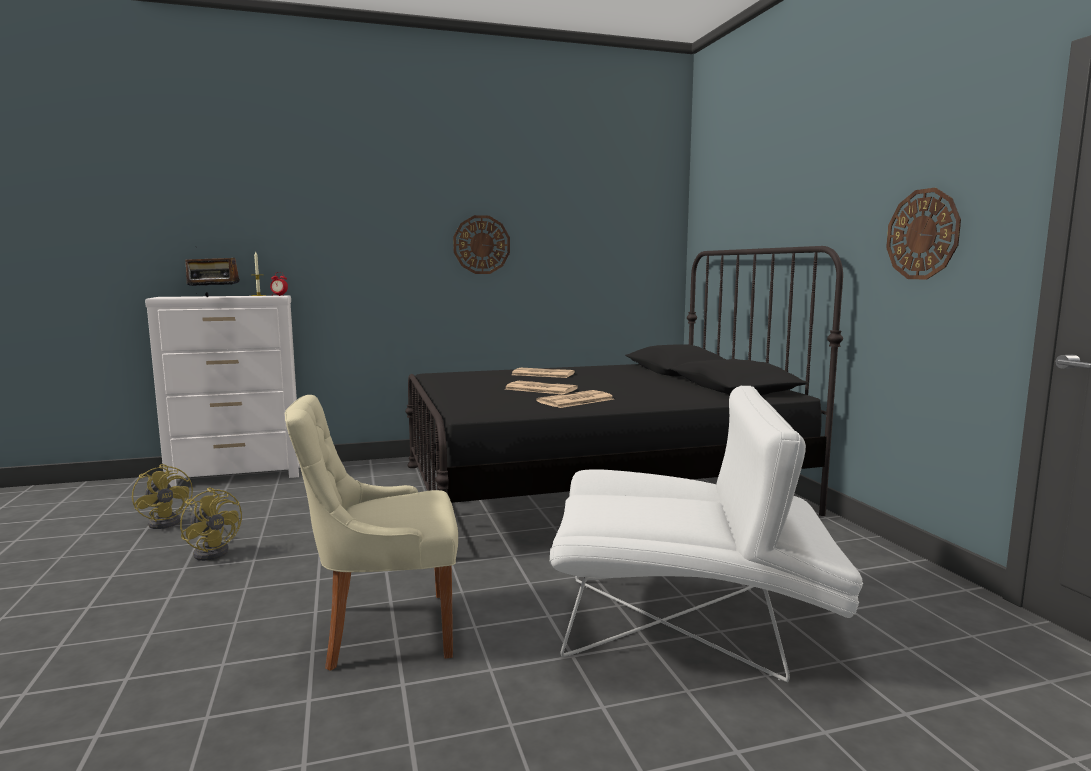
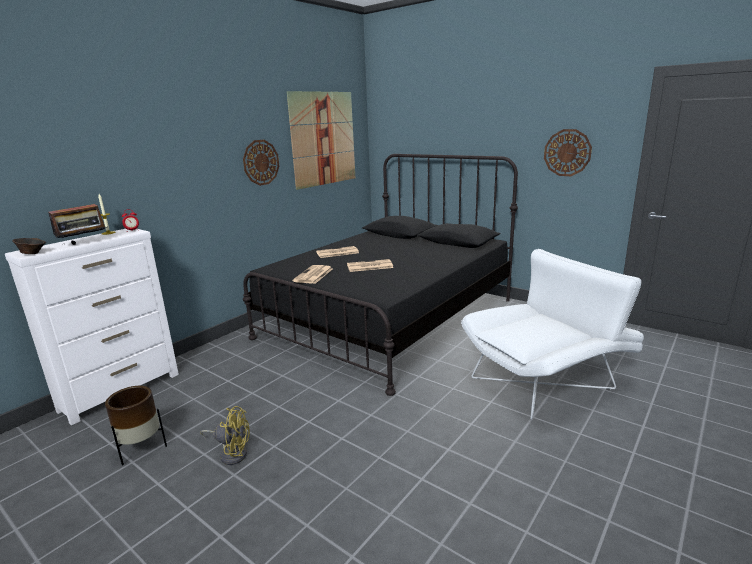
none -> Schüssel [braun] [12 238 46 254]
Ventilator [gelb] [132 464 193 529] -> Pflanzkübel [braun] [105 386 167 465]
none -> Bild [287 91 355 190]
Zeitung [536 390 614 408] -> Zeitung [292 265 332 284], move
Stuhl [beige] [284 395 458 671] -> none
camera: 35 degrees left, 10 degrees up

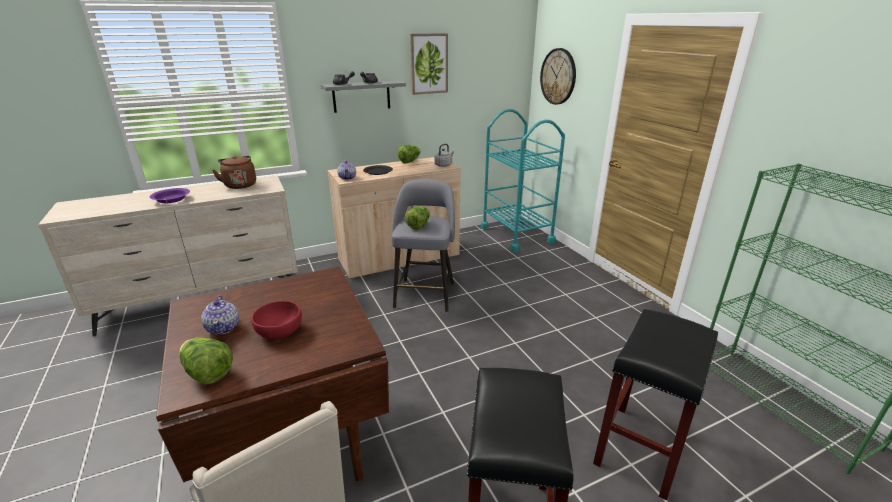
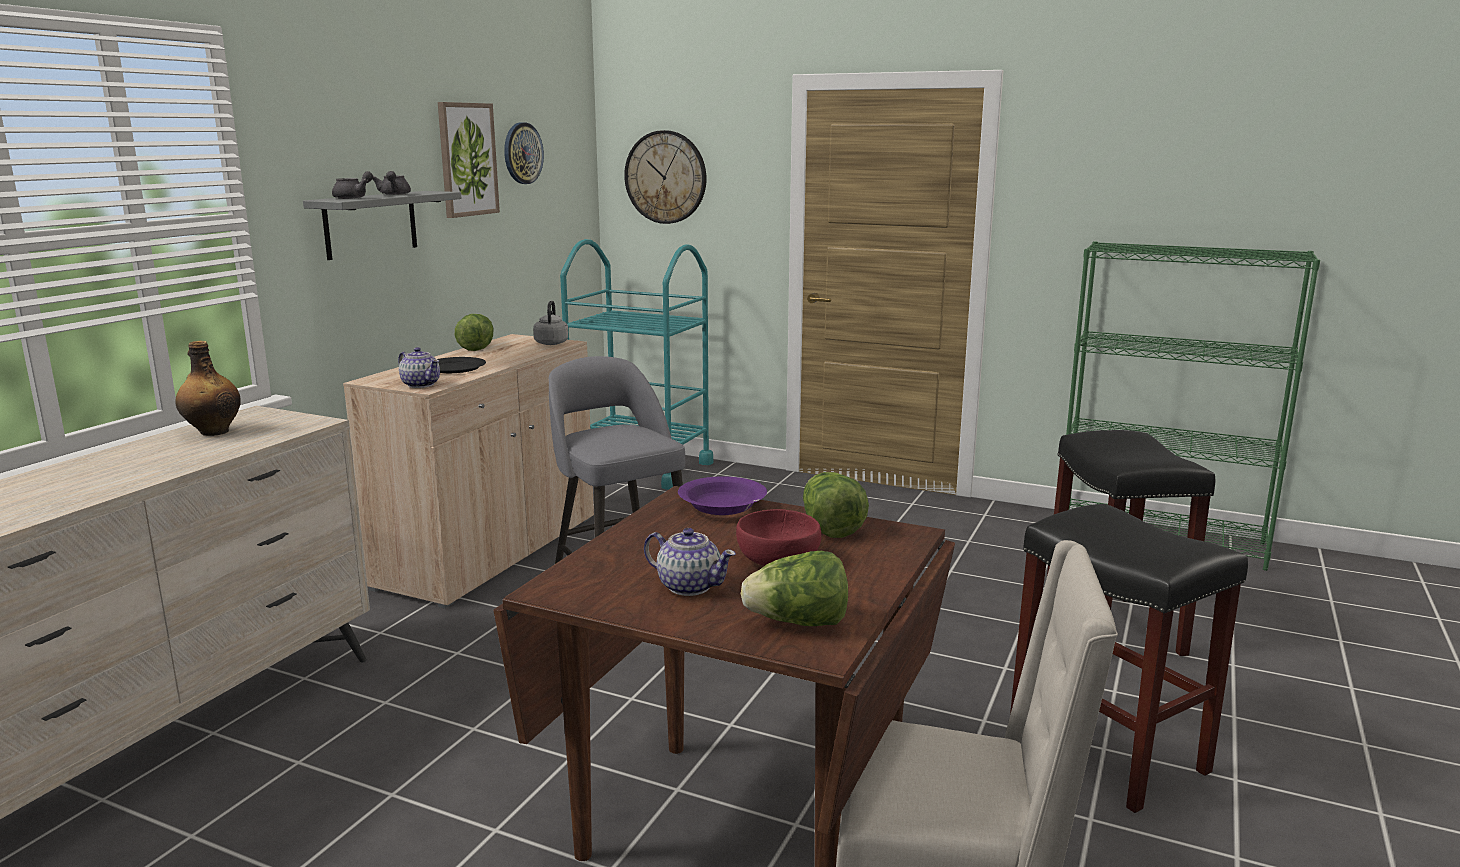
Wasserkessel [braun] [212 156 256 189] -> Flasche [175 341 241 436]
none -> Wanduhr [504 122 544 184]
Schüssel [lila] [150 188 190 203] -> Schüssel [lila] [678 476 767 515], move
Salatkopf [405 206 430 229] -> Salatkopf [803 472 869 538], move
camera: 40 degrees left, 10 degrees down

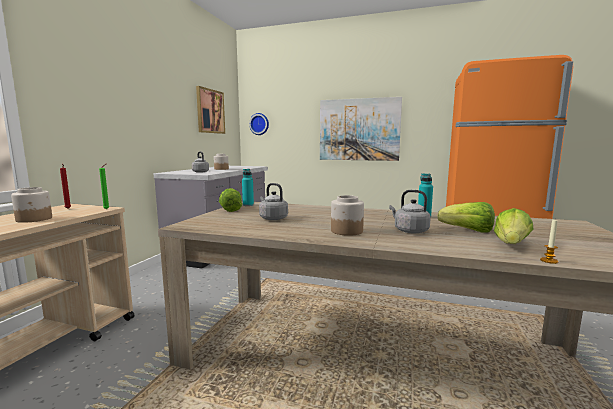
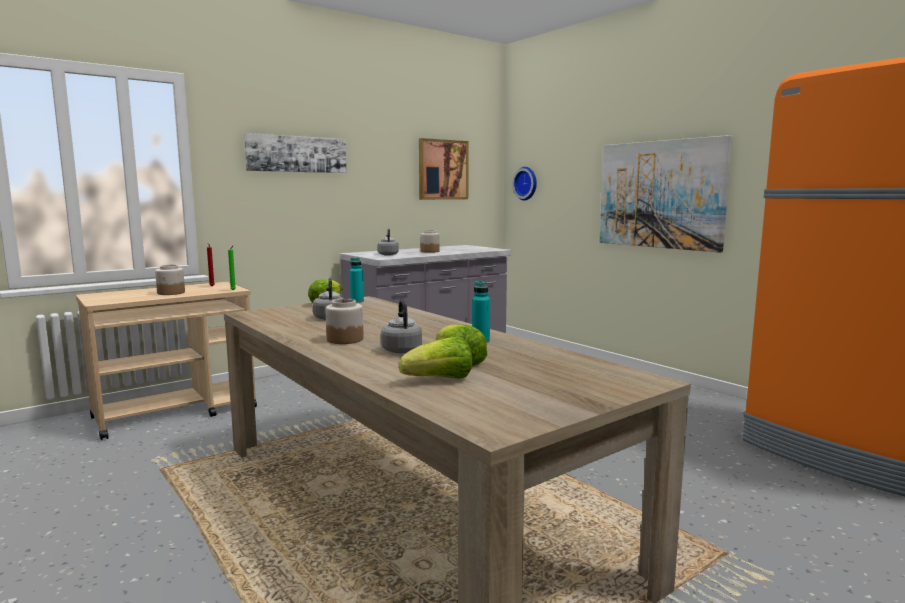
none -> Bild [244 133 346 173]
Kerze [540 219 558 264] -> none
camera: 35 degrees right, 0 degrees up

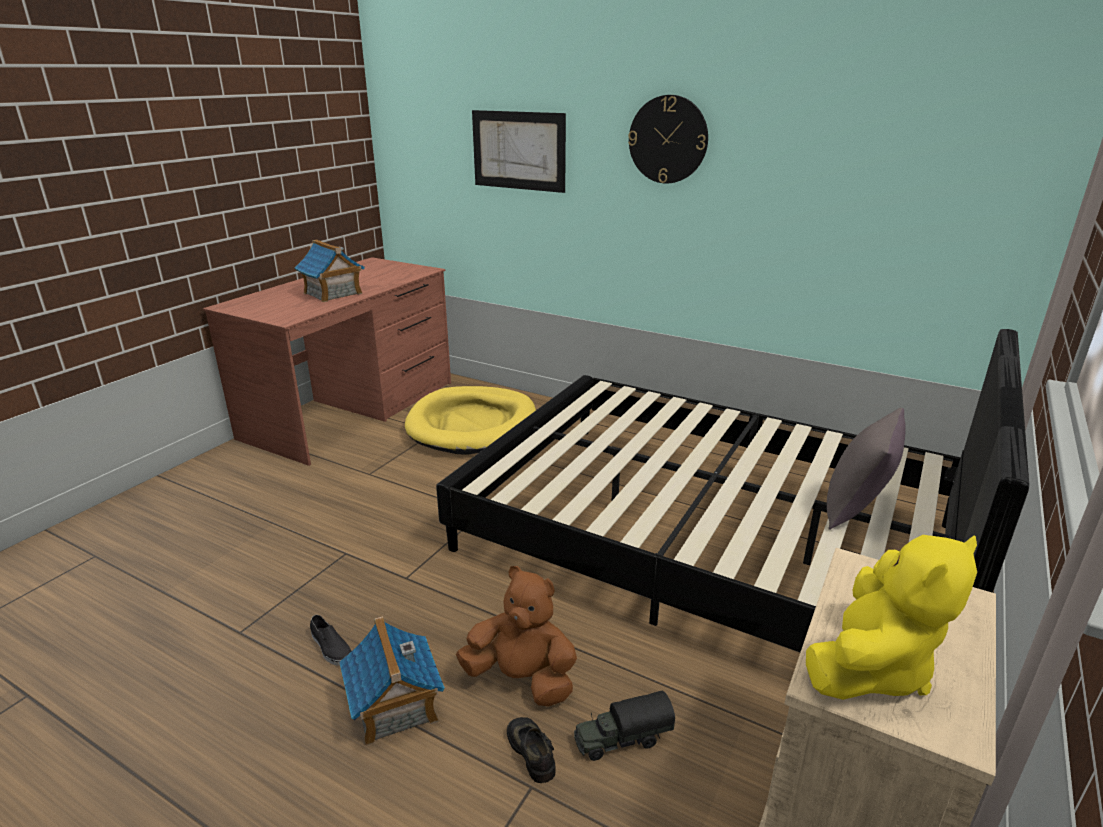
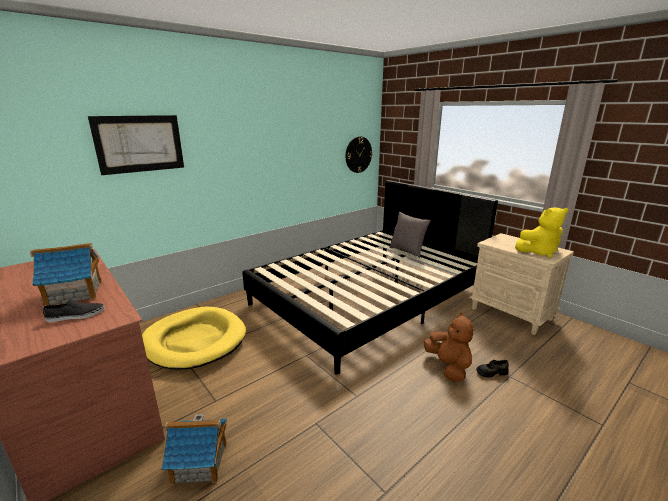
Schuh [schwarz] [310 615 352 666] -> Schuh [schwarz] [43 299 105 322], move
Spielzeughaus [339 616 445 746] -> Spielzeughaus [161 414 227 485], move
Wanduhr [628 95 708 183] -> Wanduhr [346 137 373 173], move
Plüschtier [braun] [456 566 577 706] -> Plüschtier [braun] [424 312 474 382], 120 degrees clockwise
Plüschtier [gelb] [806 535 977 700] -> Plüschtier [gelb] [515 207 568 258], 105 degrees clockwise
Spielzeuglaster [574 691 675 761] -> none
camera: 70 degrees left, 5 degrees down

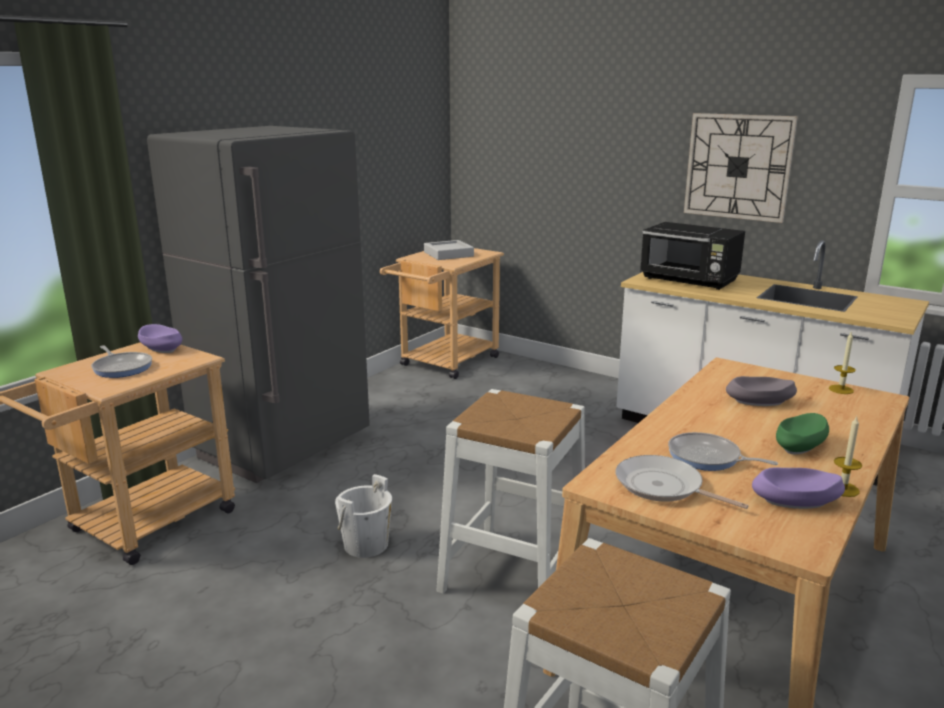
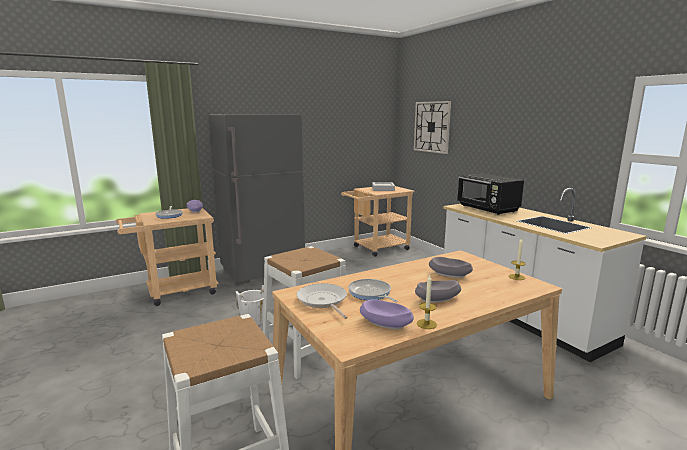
Wanduhr [684 113 798 223] -> Wanduhr [414 101 451 154], move
Schüssel [grün] [776 413 829 454] -> Schüssel [grau] [415 280 461 303]
camera: 25 degrees right, 5 degrees down

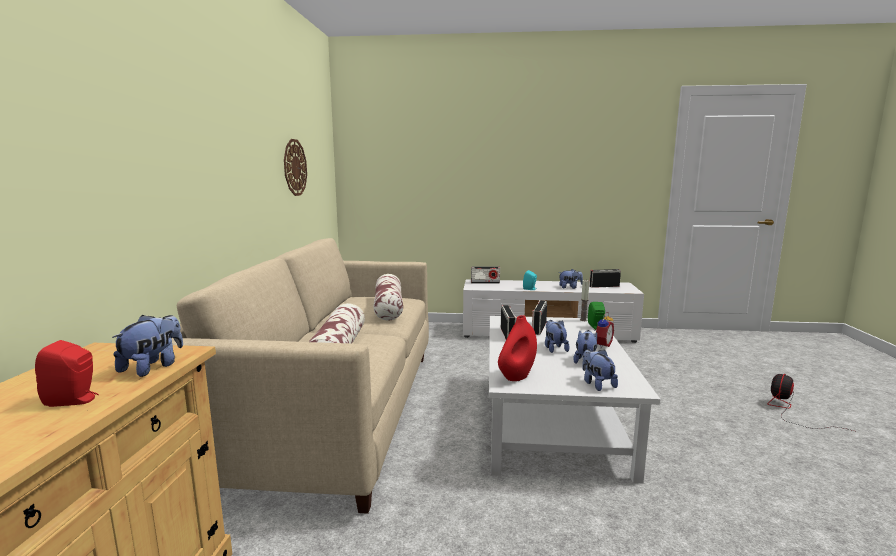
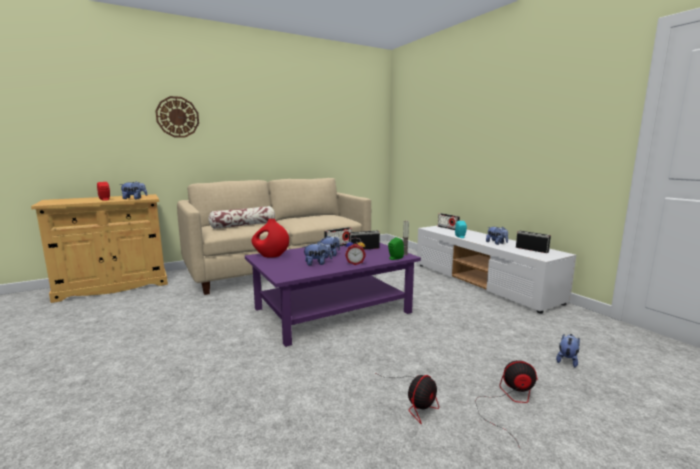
Wanduhr [284 139 307 196] -> Wanduhr [155 96 199 138], move
Couchtisch [weiß] [489 316 660 484] -> Couchtisch [lila] [245 243 421 347]
none -> Ventilator [382 375 439 424]
Plüschtier [582 349 618 391] -> Plüschtier [556 334 580 367], move
Kissen [373 274 403 321] -> none
camera: 55 degrees right, 0 degrees up

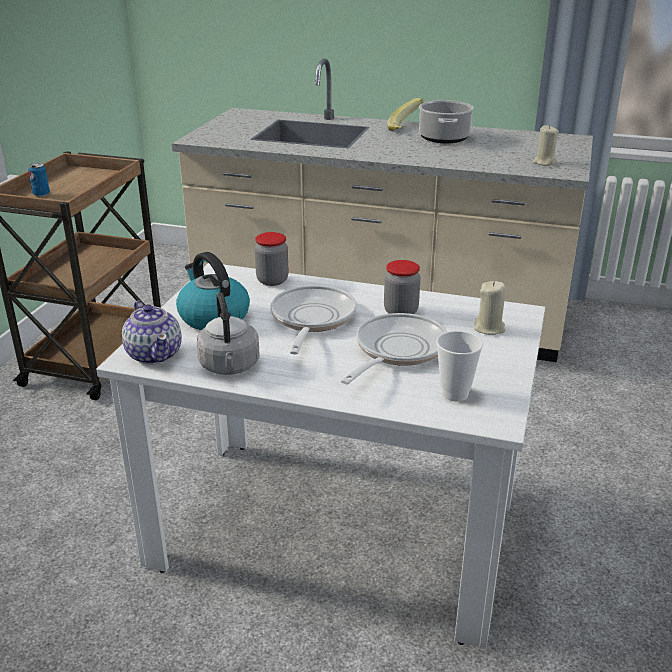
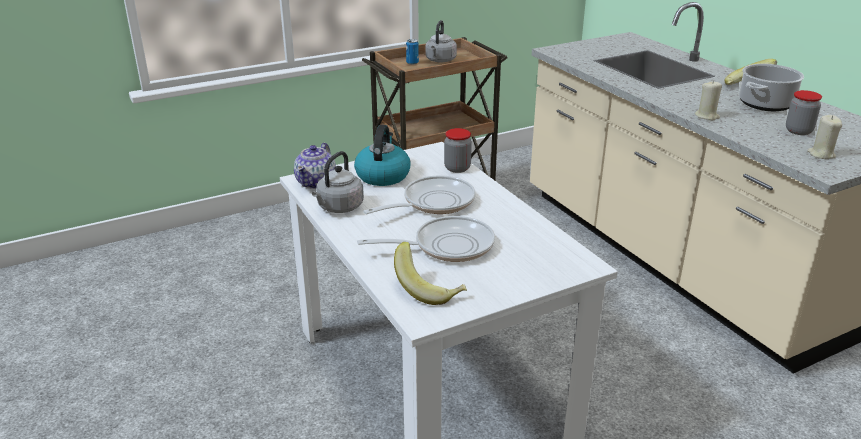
Tasse [436 331 483 401] -> Banane [394 242 467 305]
none -> Wasserkessel [grau] [425 20 457 63]
Kerze [beige] [474 281 506 335] -> Kerze [beige] [695 80 722 120], move
Vorratsglas [384 260 421 314] -> Vorratsglas [786 90 822 135], move
camera: 45 degrees right, 0 degrees up

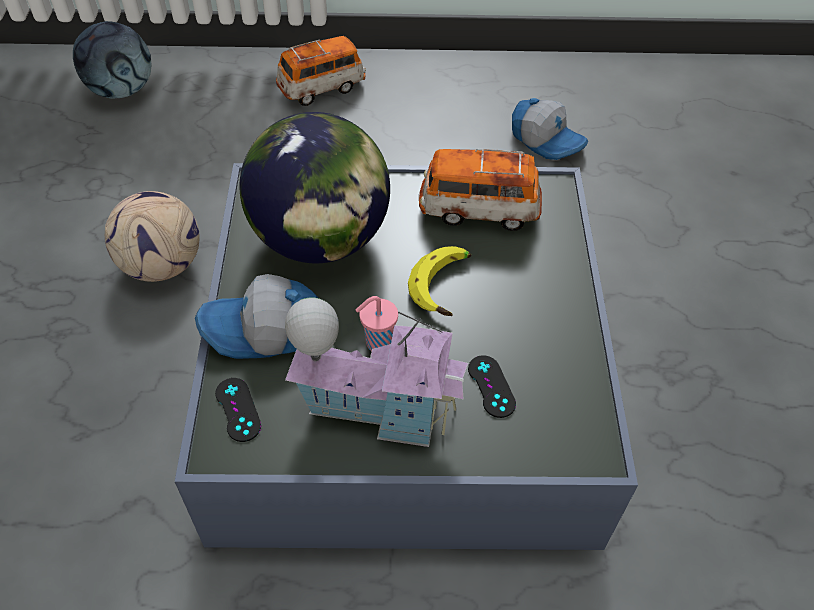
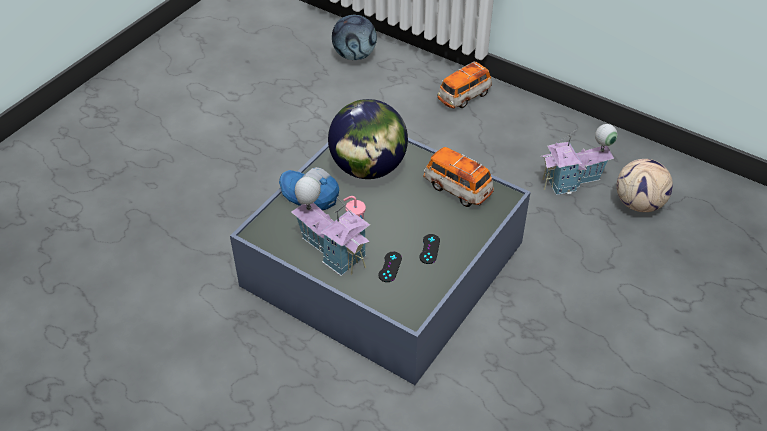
Gamepad [schwarz] [215 378 261 442] -> Gamepad [schwarz] [419 234 440 264], move
Spielzeugauto [276 36 366 106] -> Spielzeugauto [437 62 492 109], 135 degrees clockwise
Kappe [512 98 588 160] -> Spielzeughaus [540 124 617 195]
Fußball [105 191 200 282] -> Fußball [617 159 673 212], move
Banane [408 246 471 316] -> none
camera: 35 degrees right, 5 degrees down

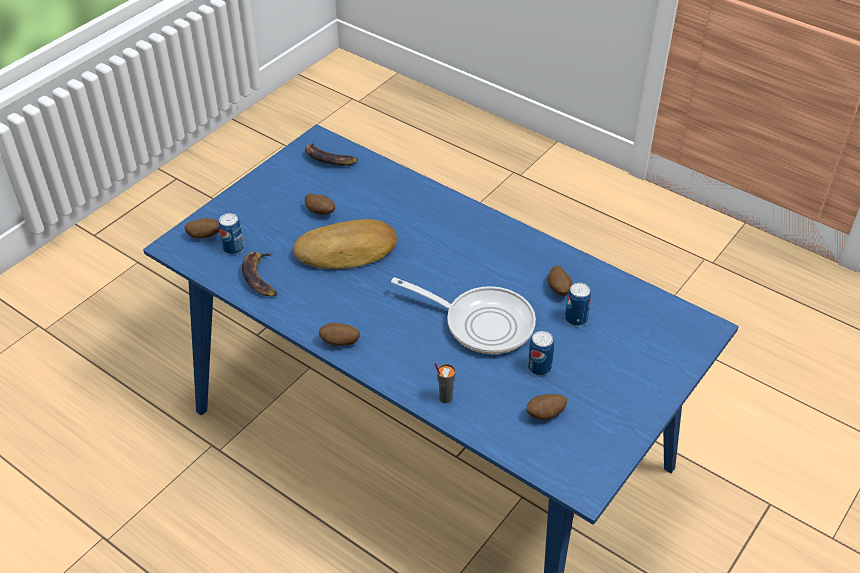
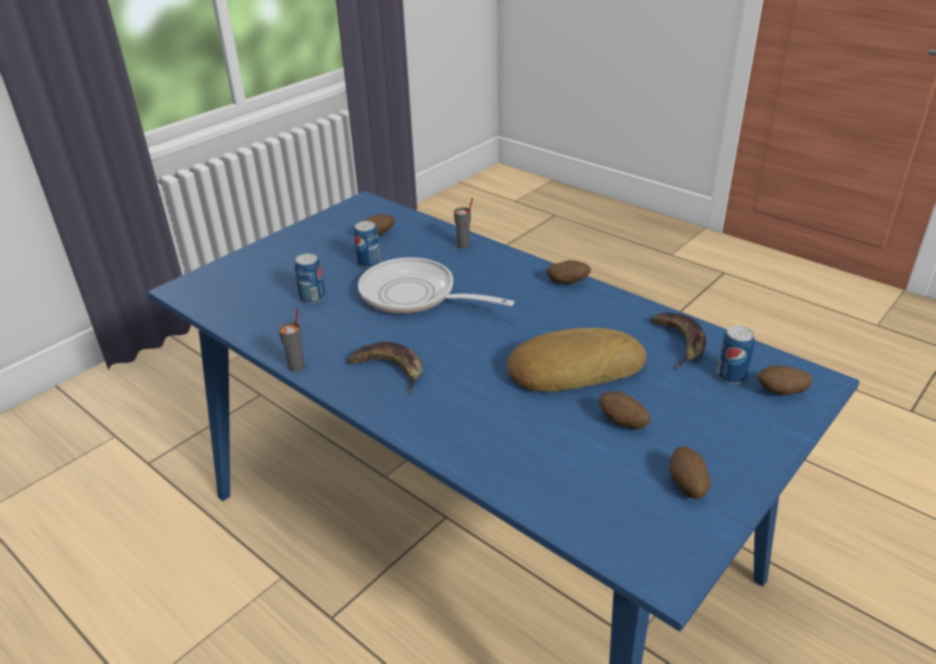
none -> Tasse [grau] [278 308 304 372]
Banane [305 142 358 165] -> Banane [348 342 422 394], move
Kartoffel [548 266 573 295] -> Kartoffel [670 446 710 499], move
camera: 175 degrees left, 10 degrees down

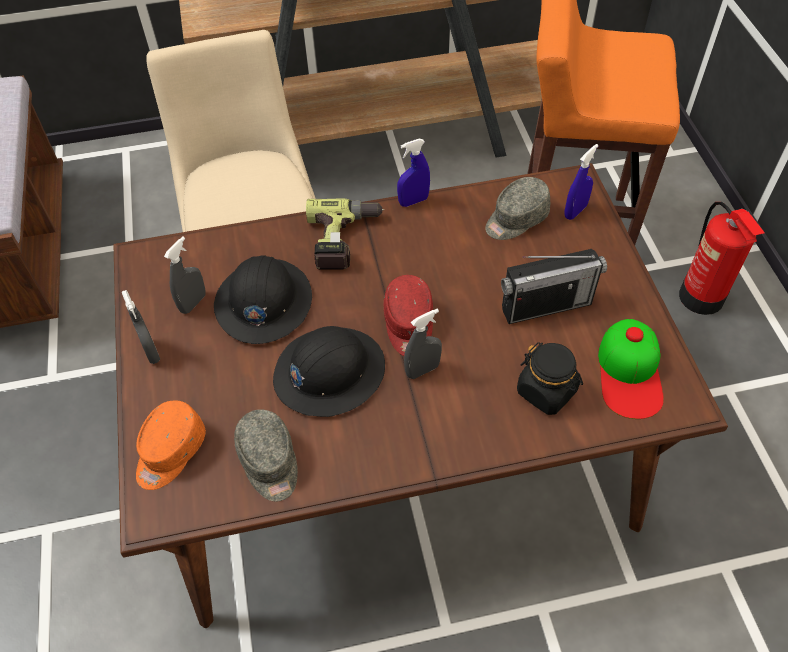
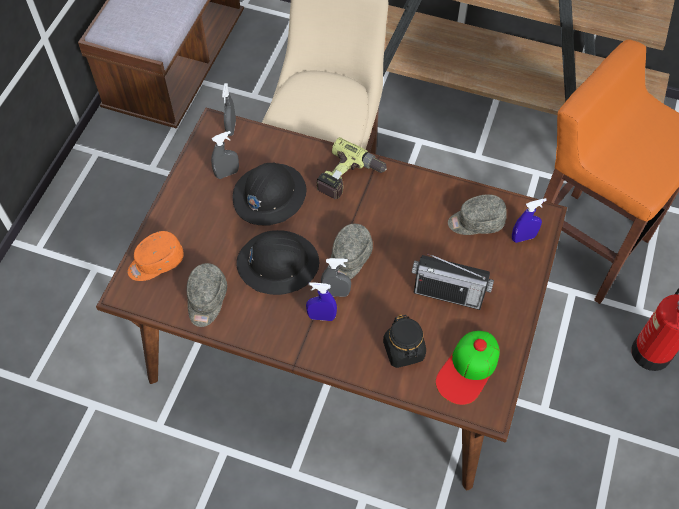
Sprühflasche [grau] [122 290 160 364] -> Sprühflasche [grau] [222 83 236 136], move
Sprühflasche [blau] [397 139 430 207] -> Sprühflasche [blau] [306 282 337 321], move
Kappe [rot] [384 275 433 356] -> Kappe [grau] [331 224 373 279]
camera: 30 degrees right, 5 degrees up

